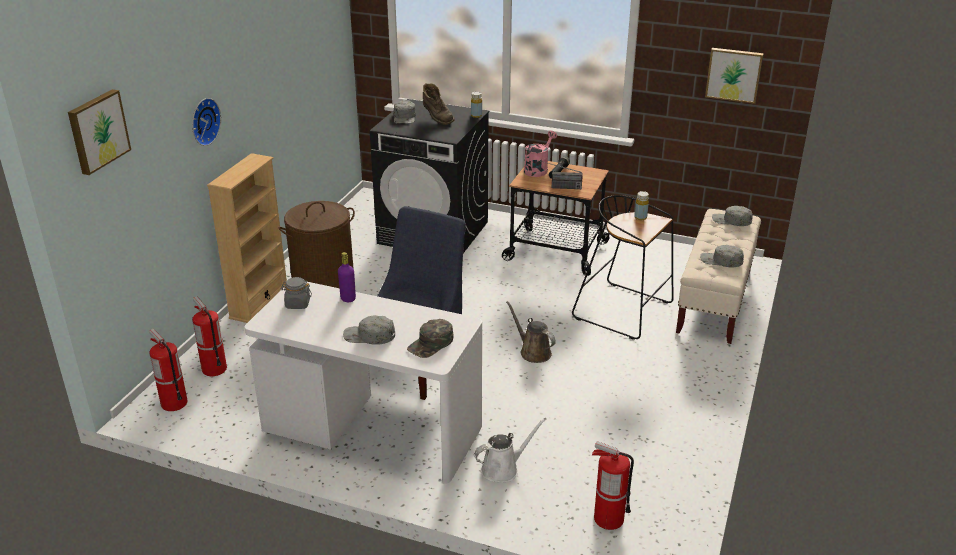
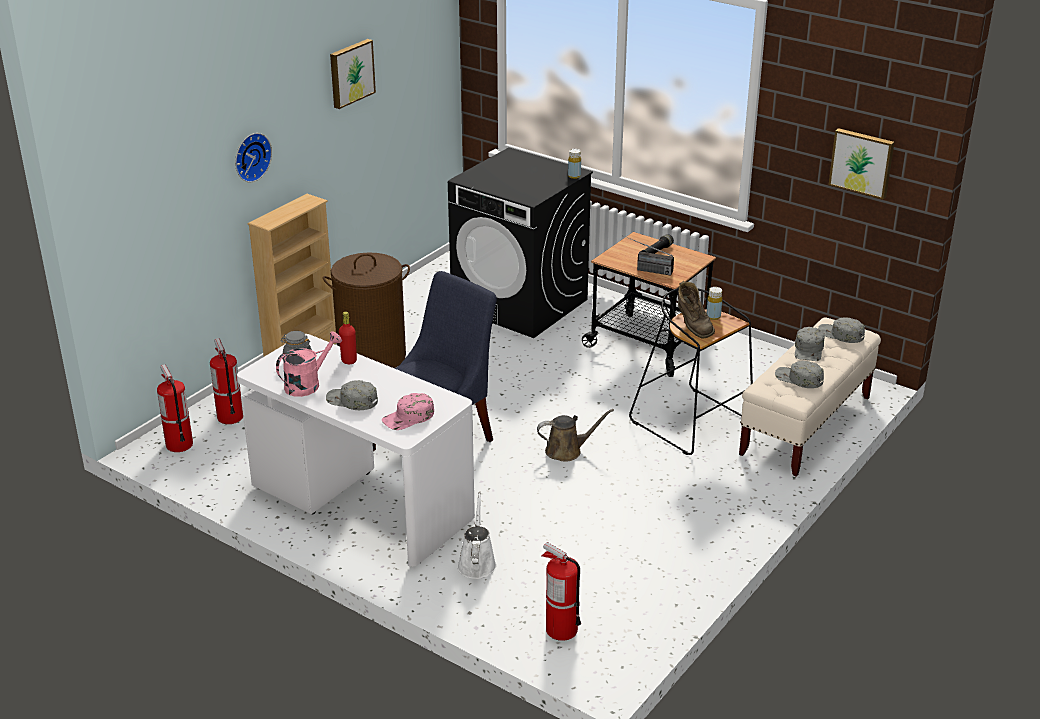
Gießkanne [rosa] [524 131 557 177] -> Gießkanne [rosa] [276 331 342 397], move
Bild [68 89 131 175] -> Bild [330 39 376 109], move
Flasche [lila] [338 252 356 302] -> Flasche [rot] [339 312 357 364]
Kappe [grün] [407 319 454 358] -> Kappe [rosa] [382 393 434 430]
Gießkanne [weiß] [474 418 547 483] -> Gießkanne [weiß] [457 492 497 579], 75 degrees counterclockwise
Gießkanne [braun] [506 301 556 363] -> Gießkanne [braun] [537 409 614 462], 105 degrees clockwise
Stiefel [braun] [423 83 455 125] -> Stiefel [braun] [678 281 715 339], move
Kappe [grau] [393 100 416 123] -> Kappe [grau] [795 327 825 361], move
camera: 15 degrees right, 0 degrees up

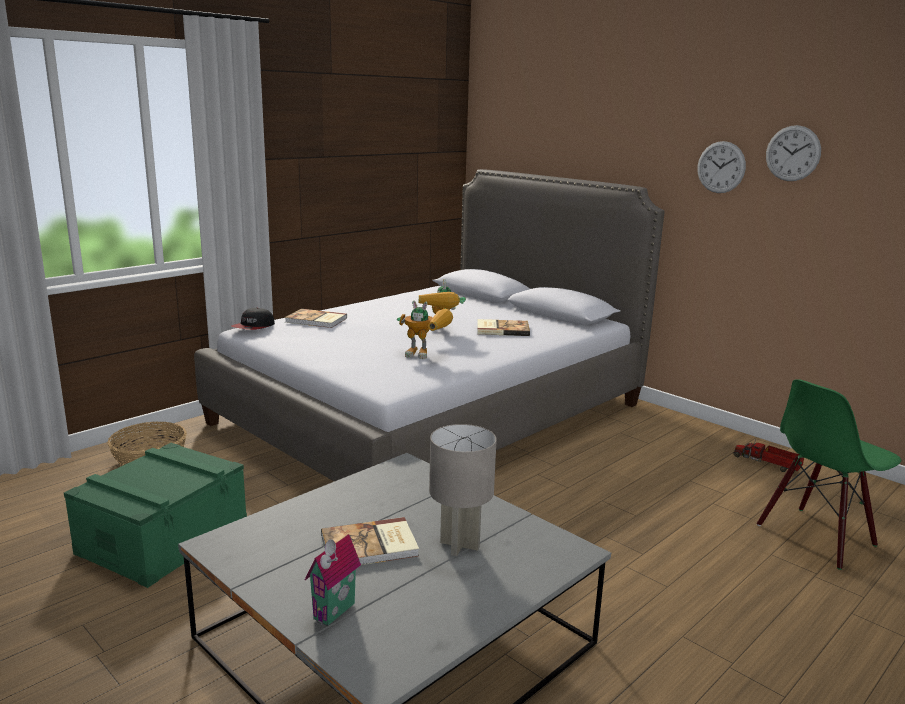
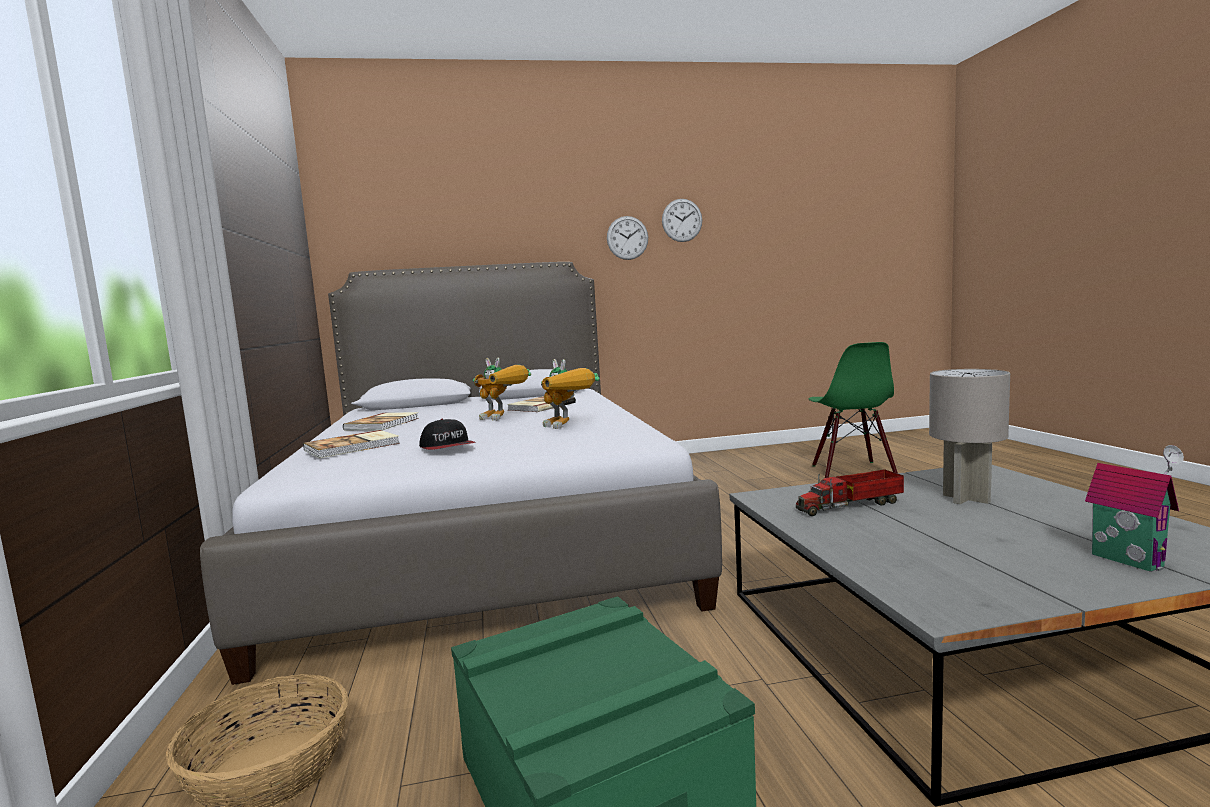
Buch [321 517 419 565] -> Buch [343 412 419 430], move
Kappe [231 308 275 330] -> Kappe [419 419 476 450], move
Spielzeugroboter [397 300 453 359] -> Spielzeugroboter [541 359 600 429], 90 degrees clockwise
Spielzeuglaster [733 439 804 473] -> Spielzeuglaster [796 469 904 516], move
camera: 55 degrees left, 10 degrees down

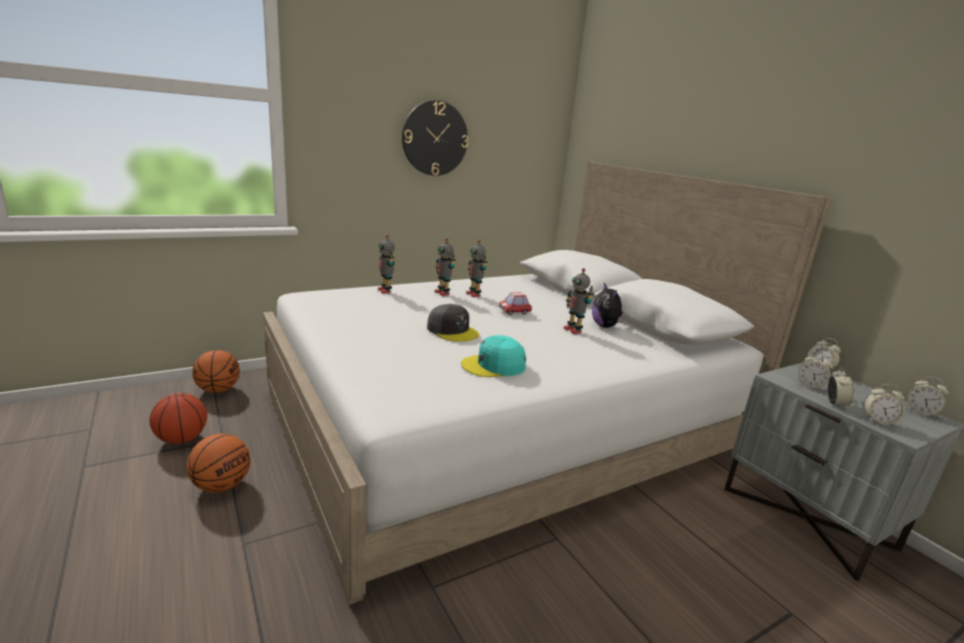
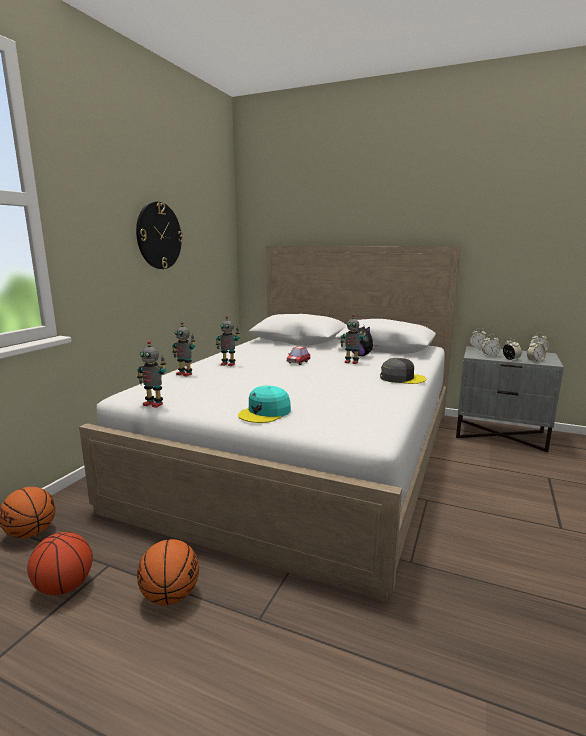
Spielzeugroboter [466 240 488 297] -> Spielzeugroboter [137 341 166 408], move
Kappe [türkis] [461 335 526 377] -> Kappe [türkis] [238 386 291 423], move
Kappe [grau] [427 304 479 341] -> Kappe [grau] [380 358 426 384], move
camera: 35 degrees left, 5 degrees down

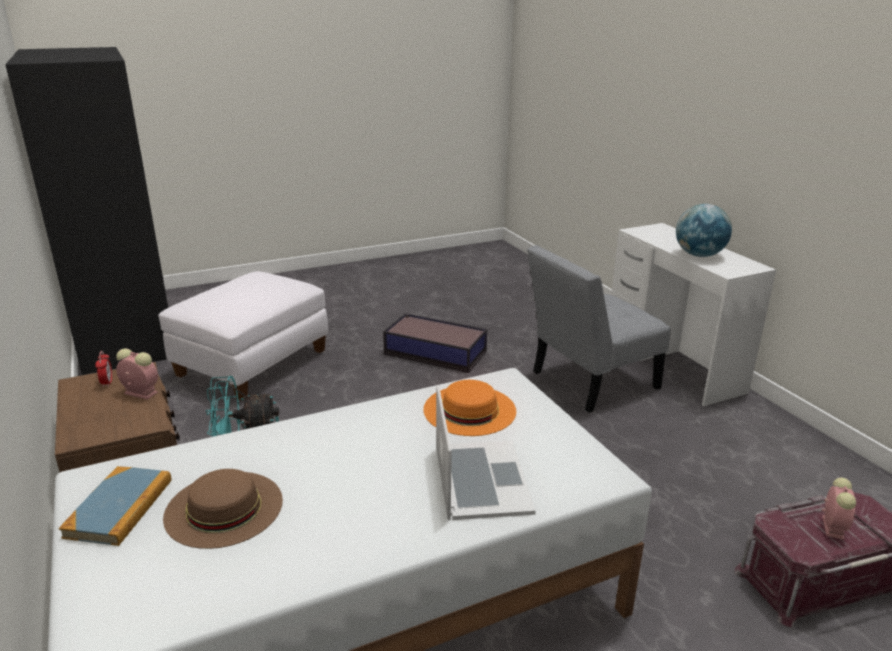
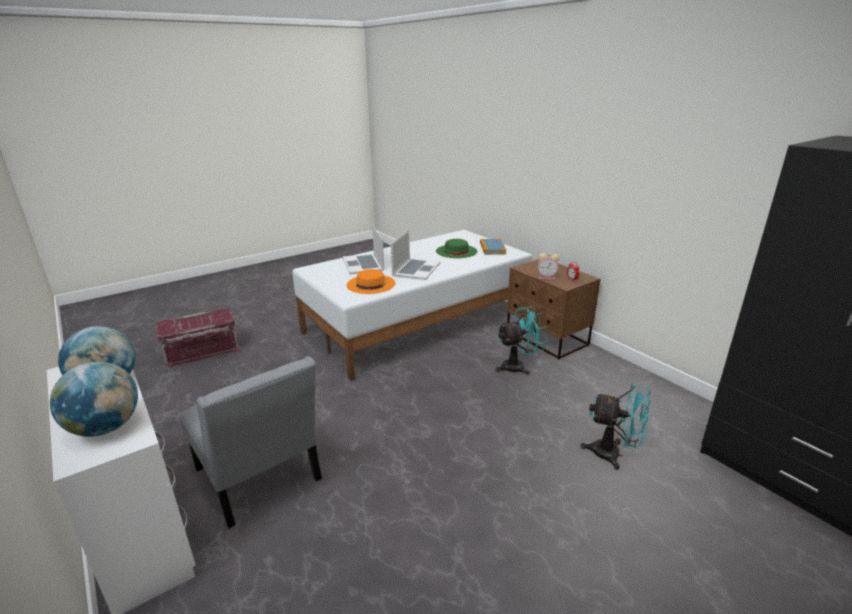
none -> Globus [50 362 138 437]
Stuhl [grau] [527 245 671 413] -> Stuhl [grau] [179 356 322 528], 90 degrees clockwise
none -> Laptop [391 230 441 280]
Hut [braun] [163 469 283 549] -> Hut [grün] [436 239 477 258]
Polsterhocker [weiß] [158 271 328 401] -> Ventilator [türkis] [581 383 651 470]
Aufbewahrungsbox [383 313 487 373] -> none
Wecker [822 477 856 540] -> none
camera: 170 degrees right, 0 degrees up

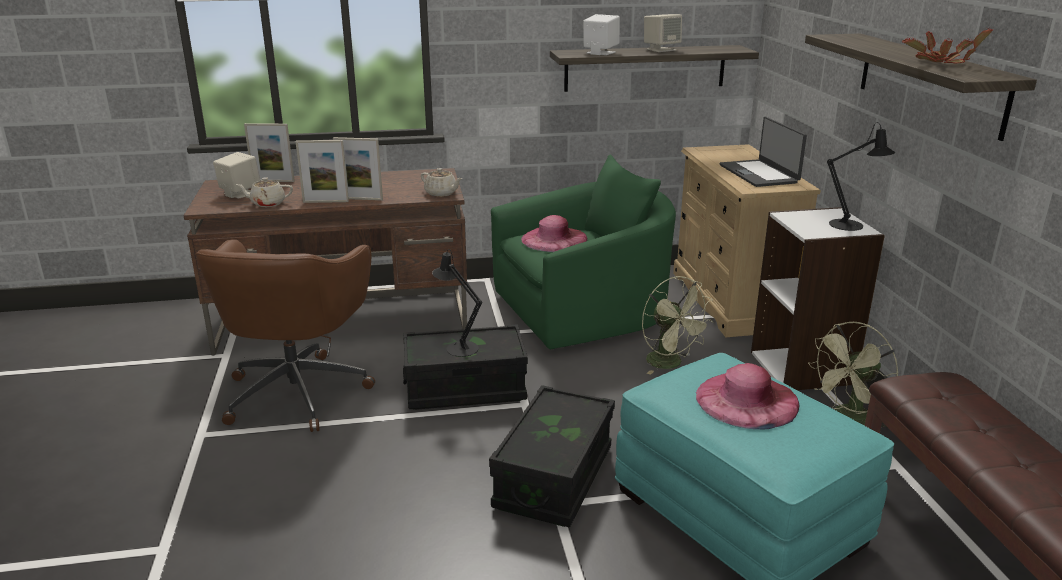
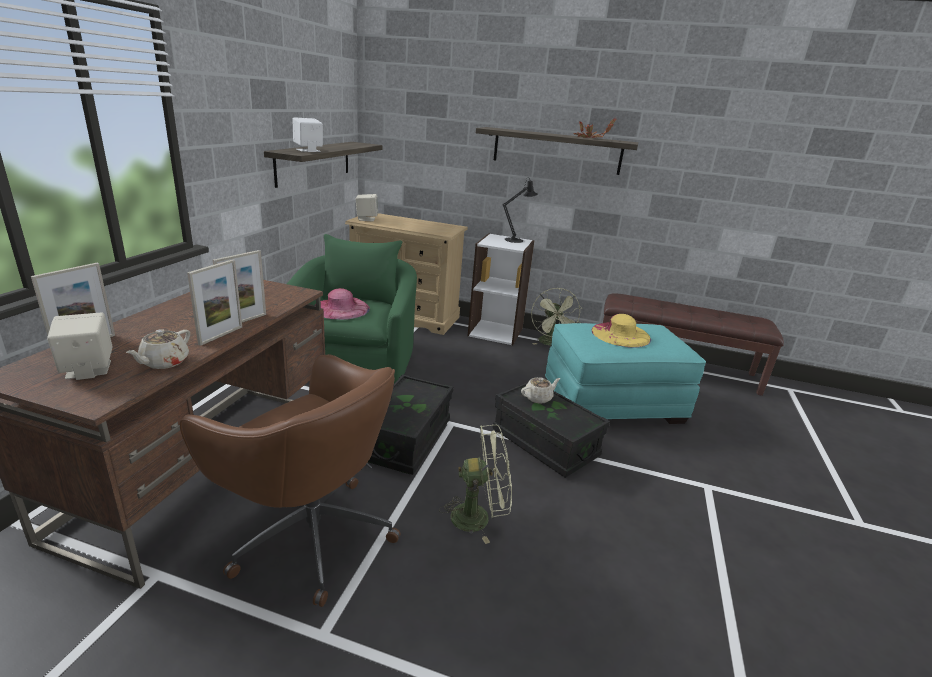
Lautsprecher [beige] [644 14 682 52] -> Lautsprecher [beige] [356 194 379 222], move
Ventilator [grün] [642 276 713 375] -> Ventilator [grün] [439 425 512 544], move
Teekanne [beige] [421 168 462 197] -> Teekanne [beige] [521 377 561 404], move
Hut [rosa] [696 363 799 430] -> Hut [gelb] [592 314 651 348]
Tischlampe [schwarz] [432 249 482 357] -> none
Laptop [720 117 807 187] -> none
camera: 65 degrees left, 0 degrees up

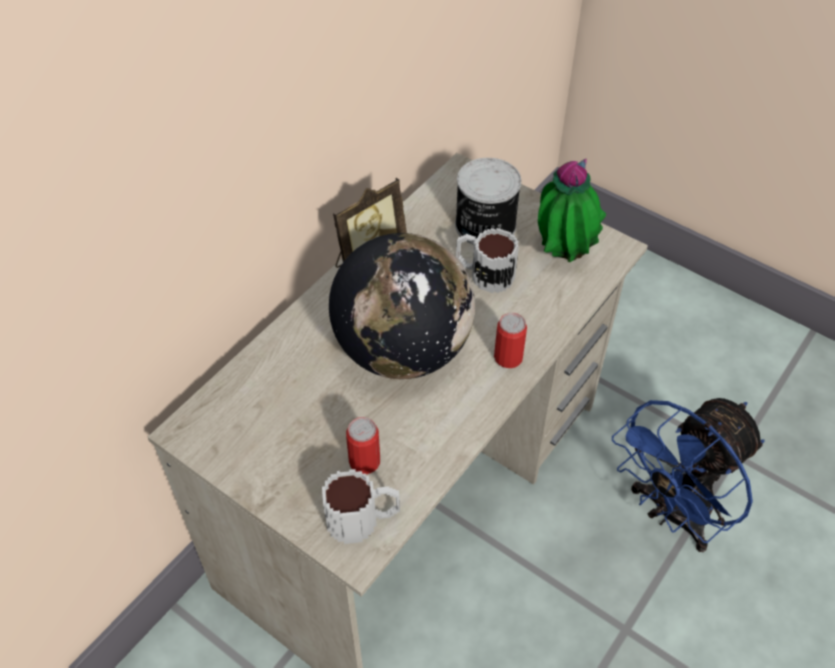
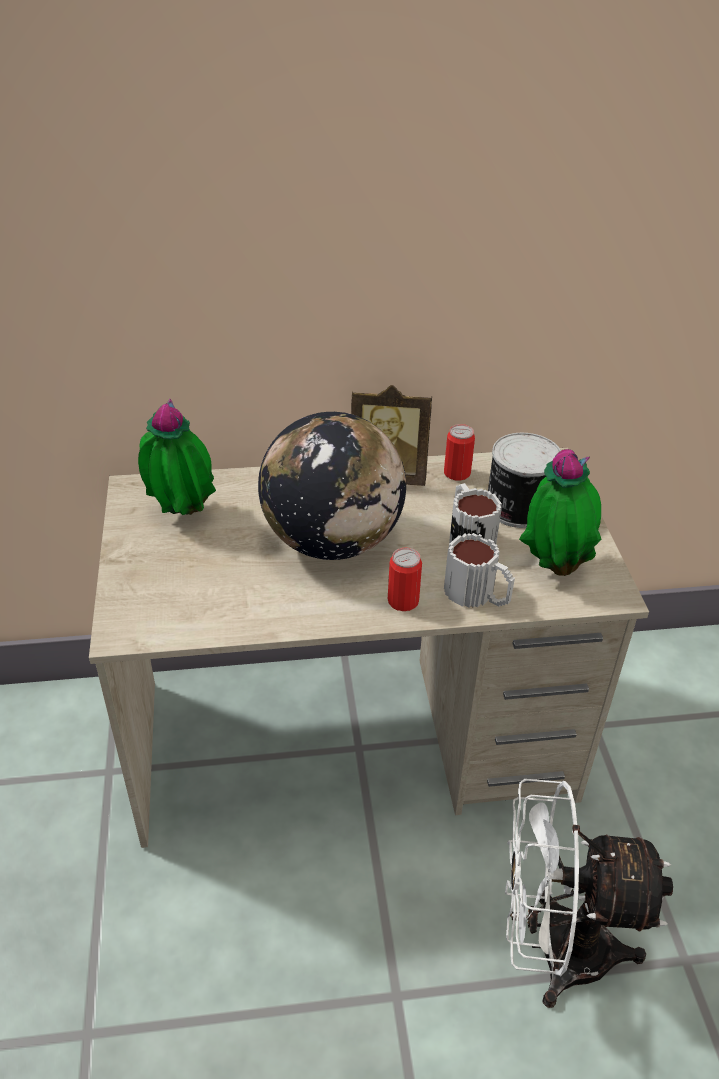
none -> Topfpflanze [138 399 216 515]
Dose [346 417 380 474] -> Dose [444 424 475 481], move
Henkelbecher [322 469 400 544] -> Henkelbecher [444 533 515 608], move
Ventilator [blau] [612 398 765 552] -> Ventilator [weiß] [505 779 673 1008]
camera: 45 degrees right, 10 degrees down

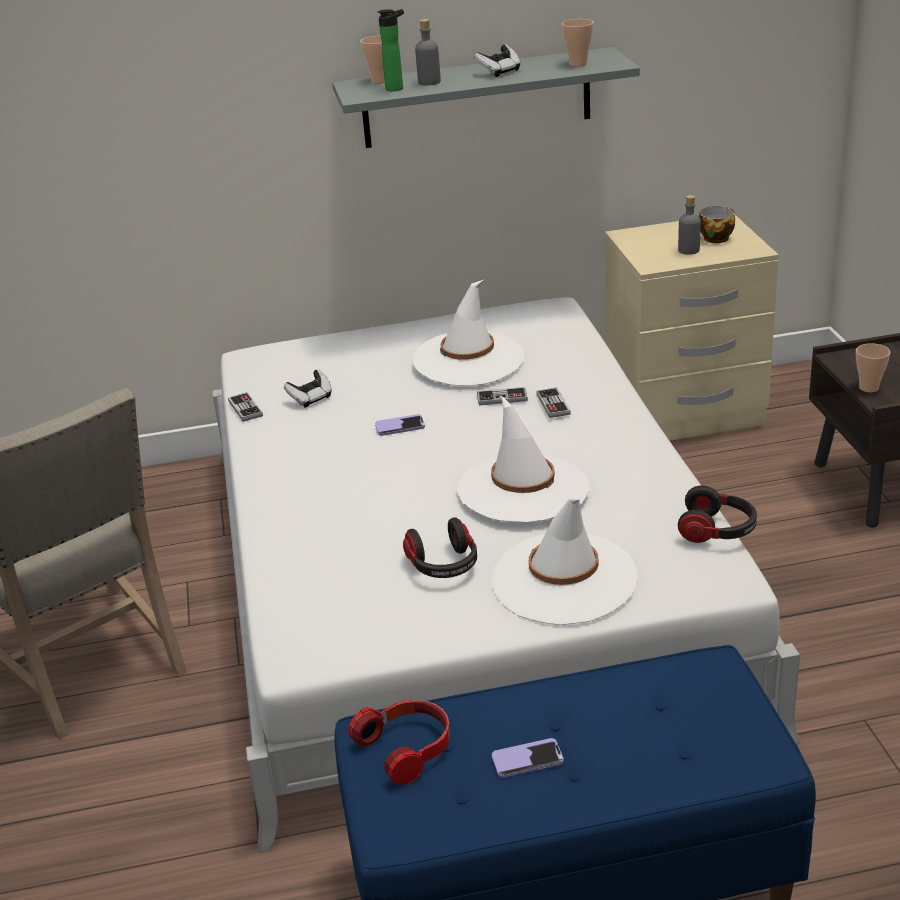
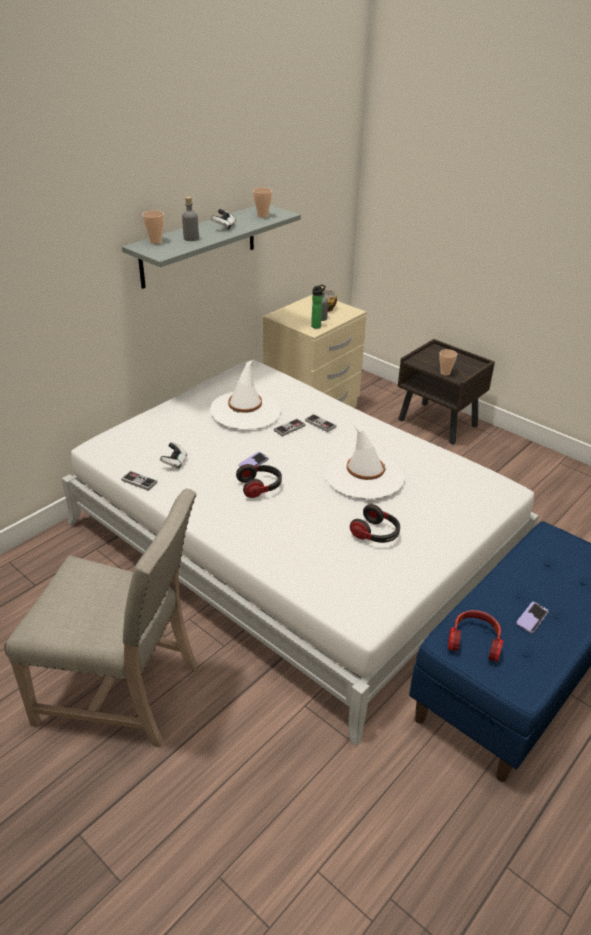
Kopfhörer [678 485 757 543] -> Kopfhörer [236 464 282 498], move
Flasche [377 9 404 91] -> Flasche [311 284 326 329], move
Hut [weiß] [492 496 638 625] -> none
camera: 40 degrees left, 5 degrees up

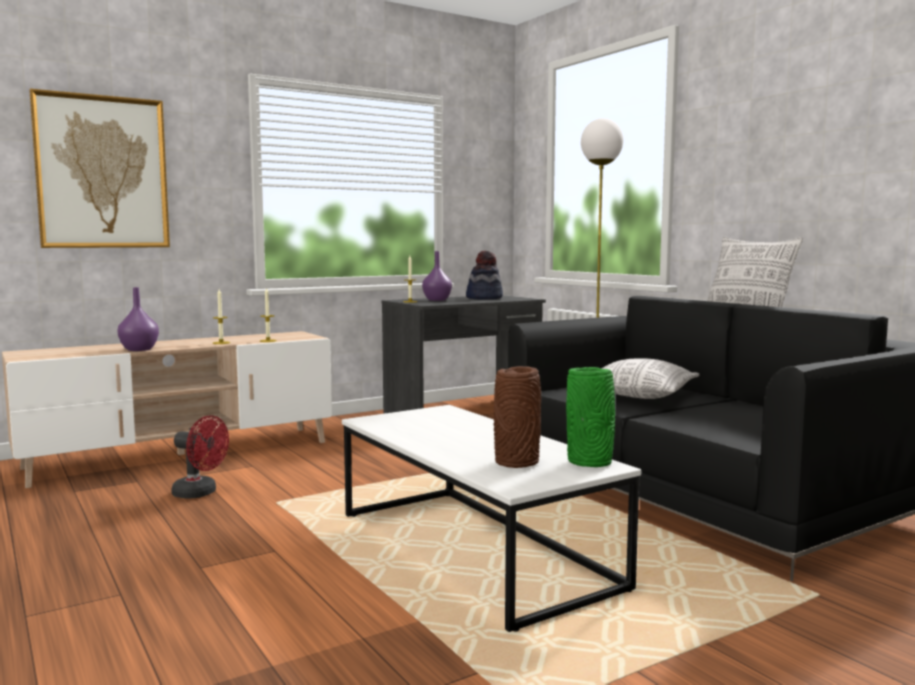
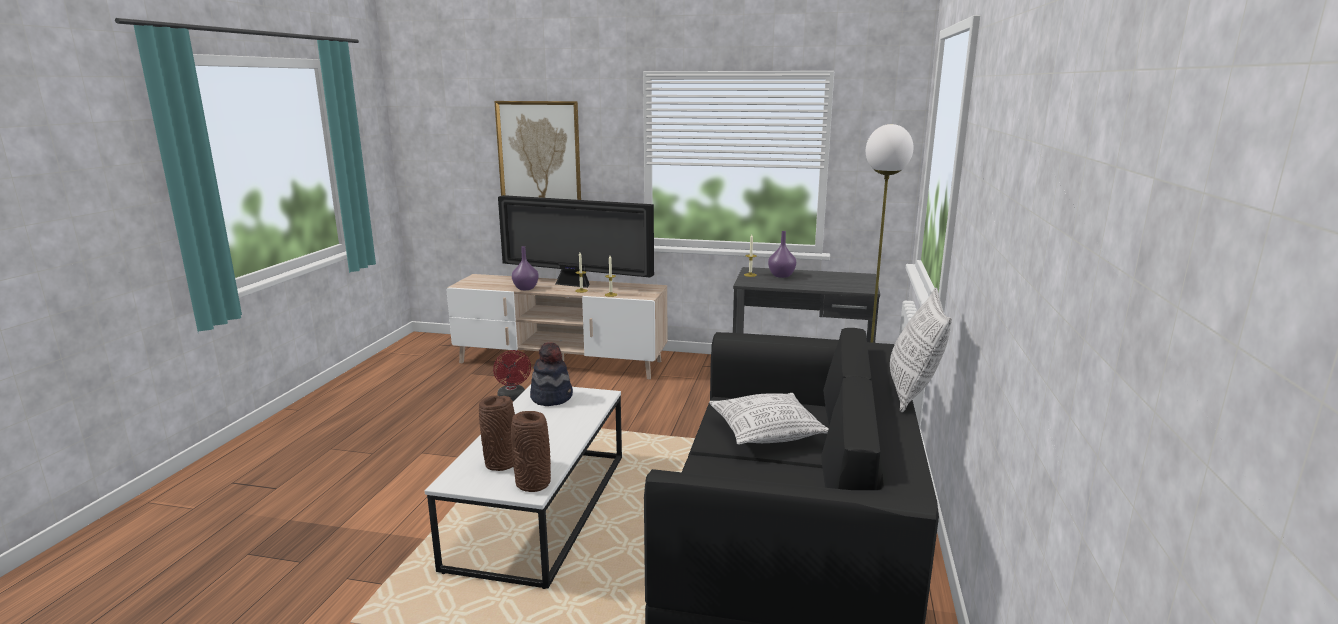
none -> Fernseher [498 195 654 288]
Vase [grün] [566 367 615 467] -> Vase [braun] [511 411 551 492]
Hut [466 251 503 300] -> Hut [530 342 573 406], move
camera: 45 degrees right, 10 degrees up

